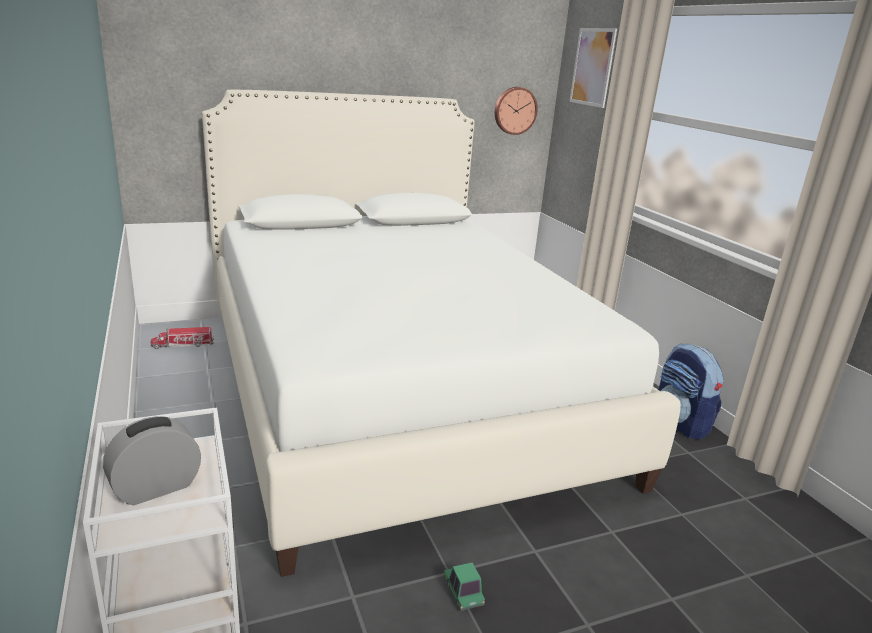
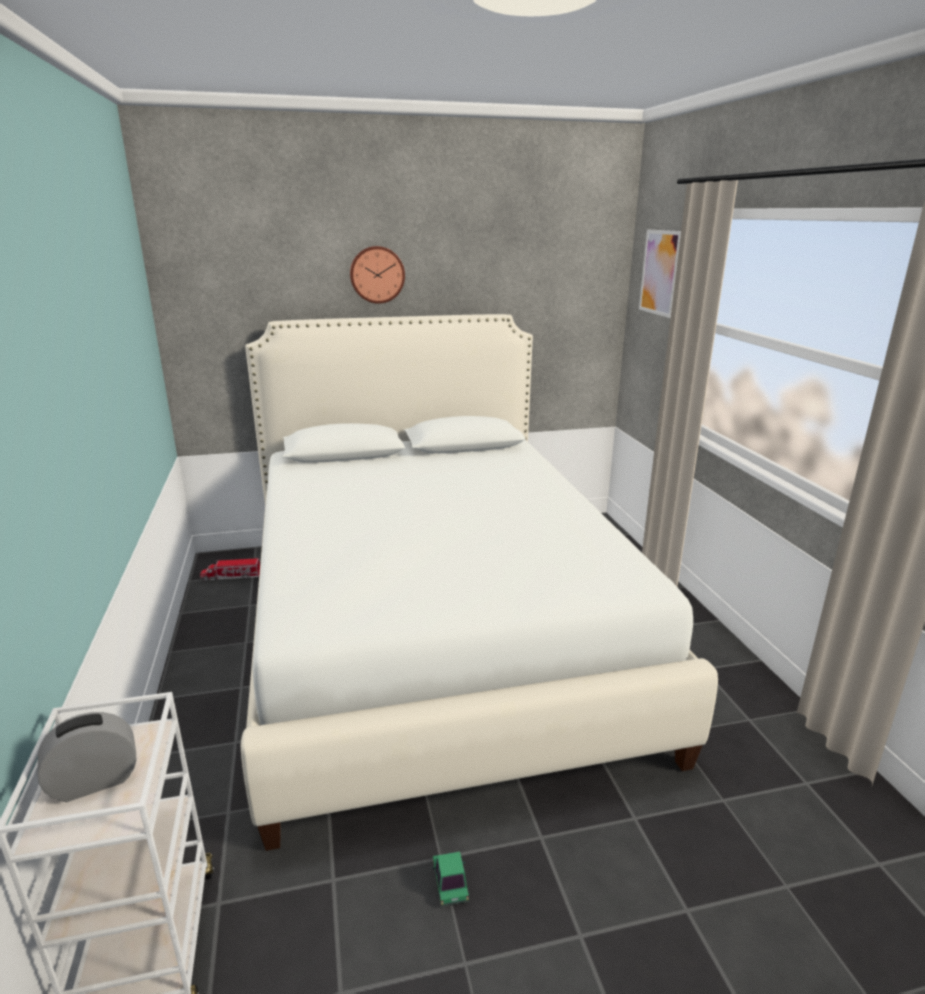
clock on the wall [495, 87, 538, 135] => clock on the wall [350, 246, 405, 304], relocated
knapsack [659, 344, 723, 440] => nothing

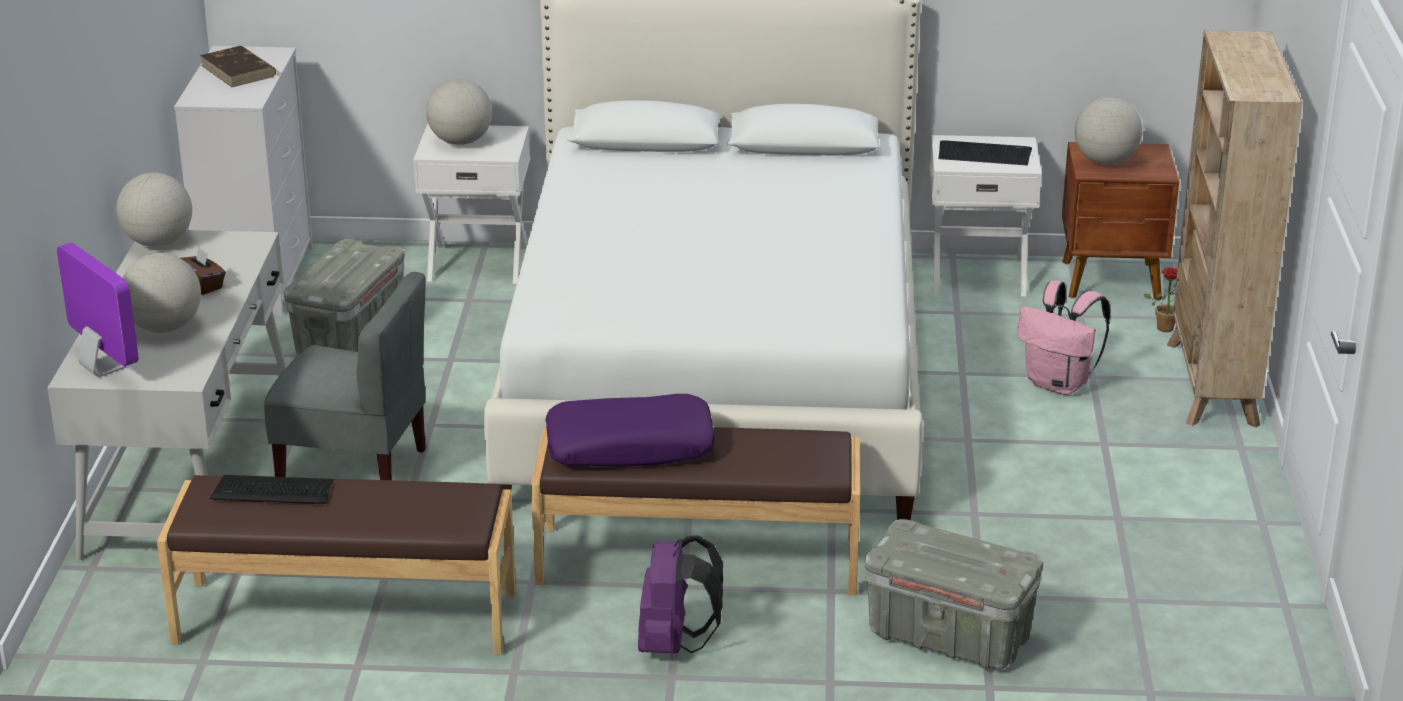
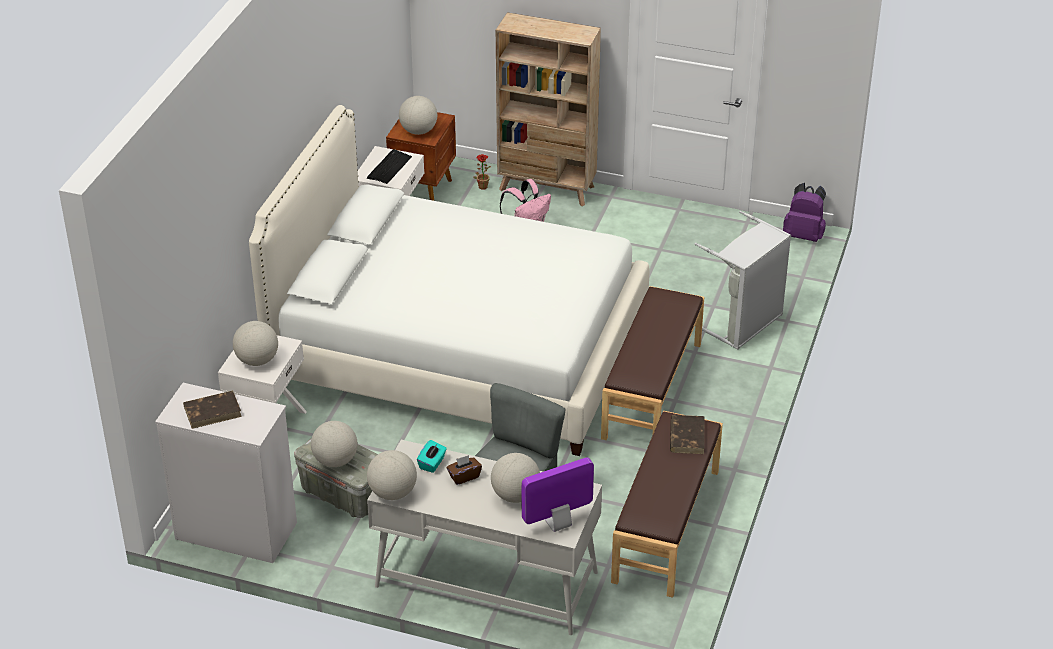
purplish throw pillow [546, 394, 715, 467] => nothing
keyboard [210, 475, 333, 504] => nothing
grey storage box [864, 519, 1043, 669] => grey hamper [695, 211, 791, 349]
purplish knapsack [638, 535, 723, 653] => purplish knapsack [783, 183, 826, 242], relocated
nothing => brown bound book [670, 415, 704, 454]
nothing => world globe [311, 421, 358, 467]
nothing => blue-green tissue holder [417, 440, 447, 473]

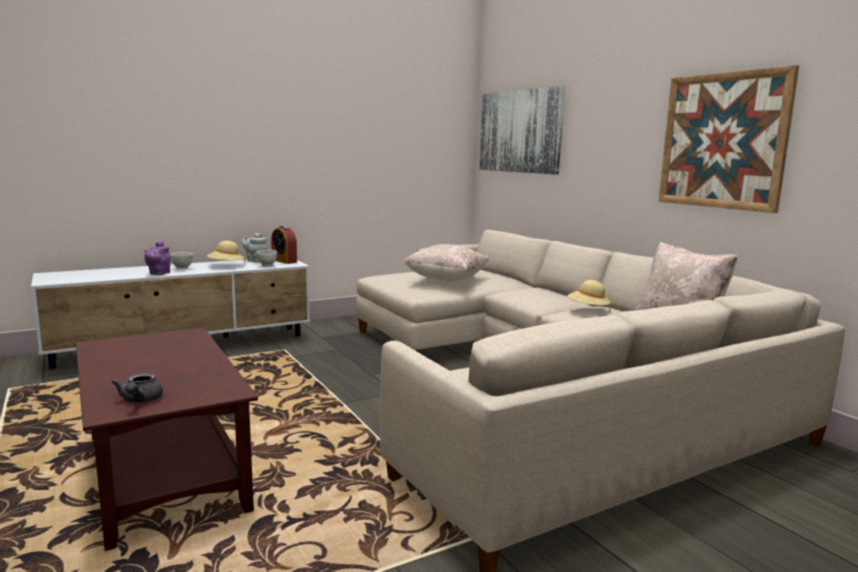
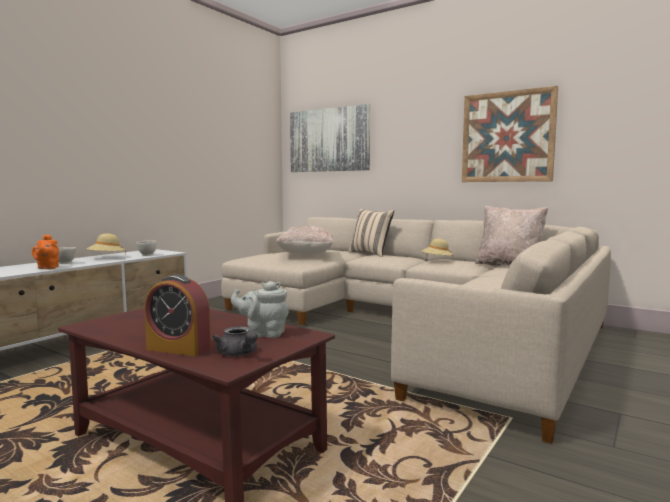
table clock [271, 226, 297, 264] => table clock [145, 275, 211, 356], relocated
grey tea pot [241, 233, 267, 262] => grey tea pot [231, 281, 289, 338], relocated
purplish tea pot [144, 241, 171, 275] => orangey tea pot [32, 234, 59, 269]
nothing => beige throw pillow [349, 209, 394, 257]

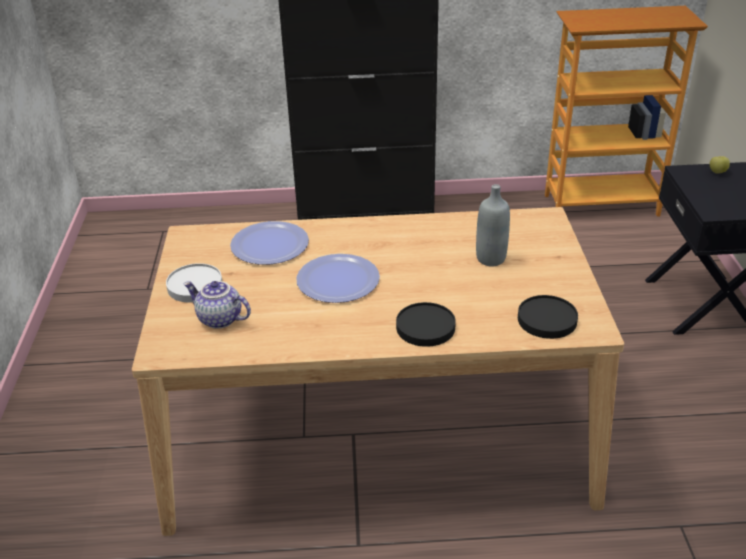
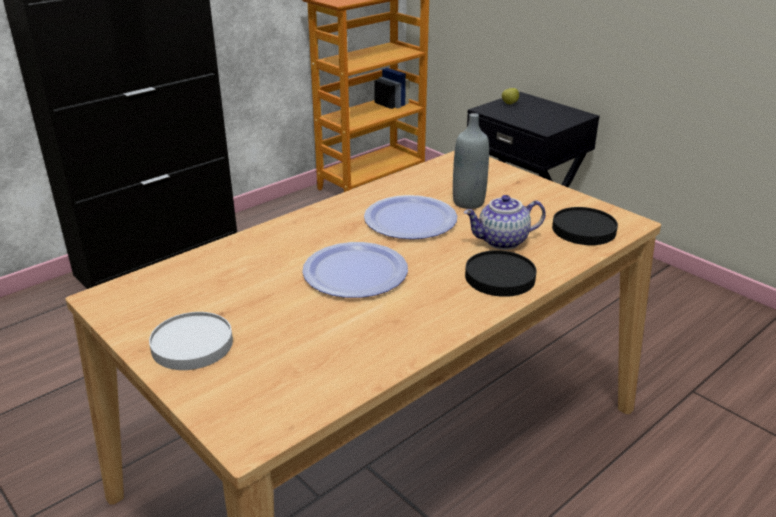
plate [230, 221, 309, 265] => plate [364, 195, 457, 239], relocated
tea pot [184, 281, 251, 329] => tea pot [463, 195, 546, 250], relocated

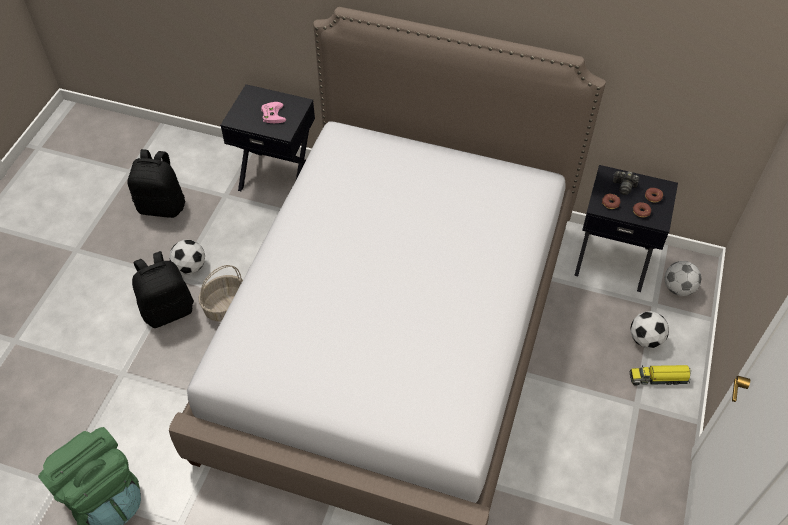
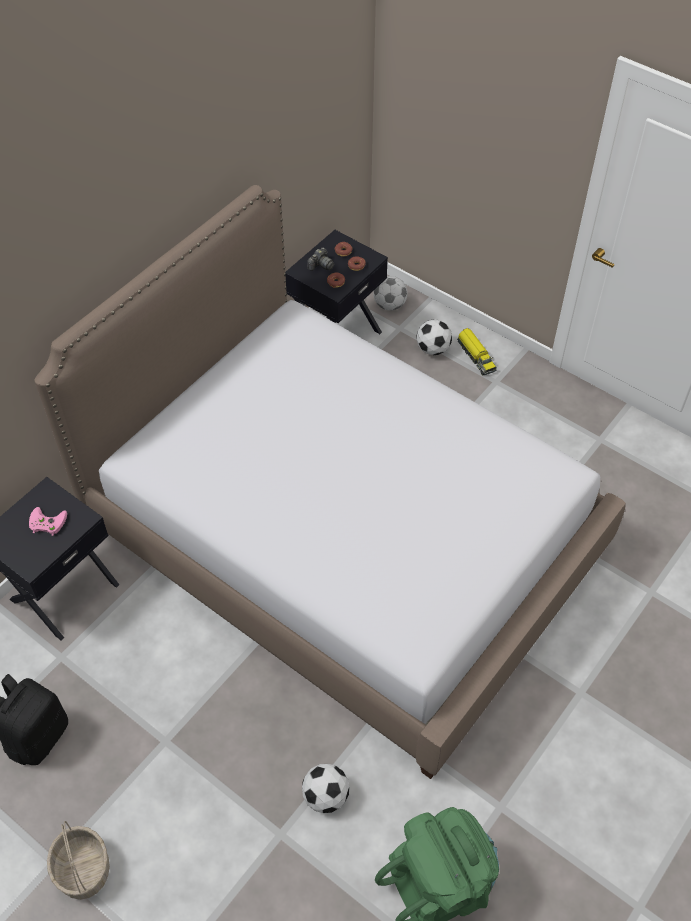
ball for football [169, 240, 205, 274] => ball for football [302, 764, 349, 813], relocated
blackish knapsack [132, 251, 194, 328] => nothing
basket [199, 265, 243, 321] => basket [47, 821, 110, 900], relocated
toy lorry [630, 365, 691, 386] => toy lorry [457, 328, 497, 375], 45 degrees counterclockwise

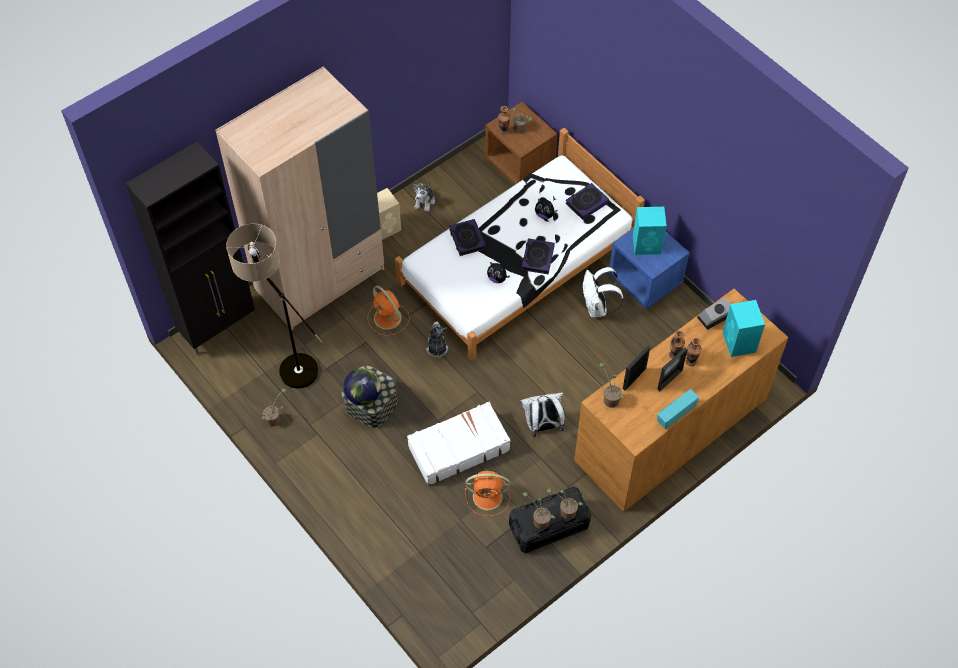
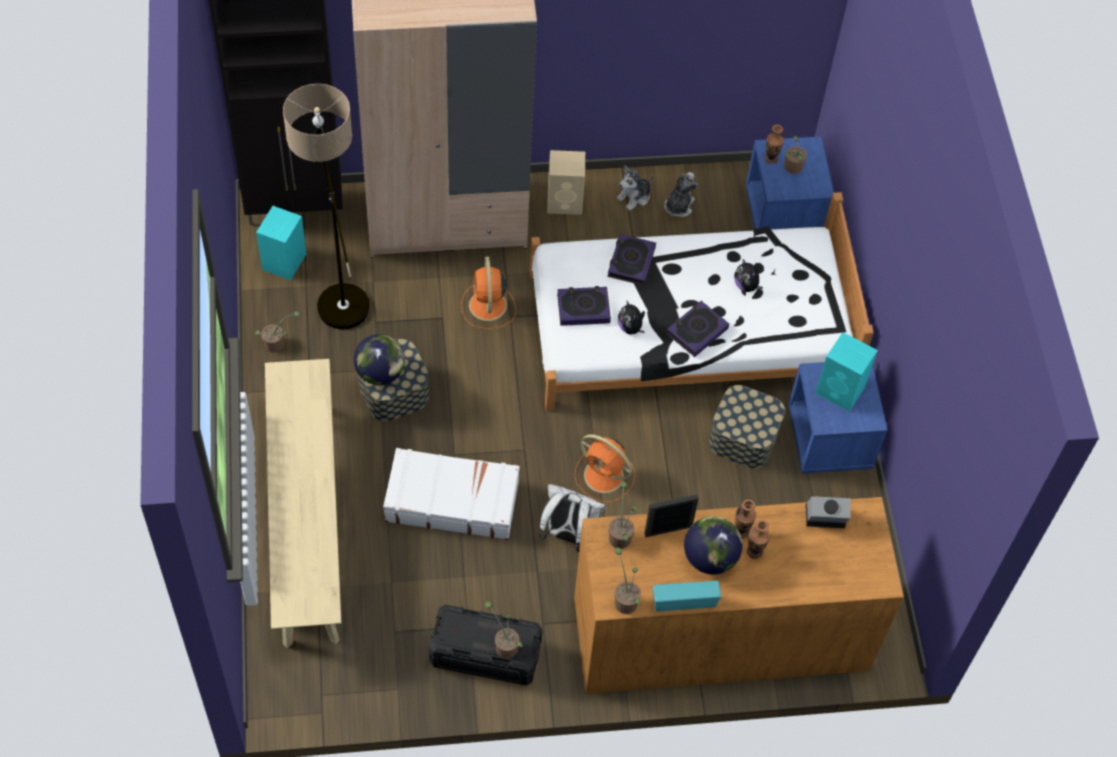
brown bedside table [485, 102, 558, 185] => blue-coloured bedside table [746, 137, 834, 229]
bound book [565, 183, 609, 220] => bound book [557, 286, 611, 326], relocated
whitish knapsack [583, 267, 624, 317] => storage box [709, 385, 785, 469]
blue-green speaker [722, 300, 765, 357] => blue-green speaker [256, 206, 307, 280], relocated
plush toy [426, 321, 448, 358] => plush toy [664, 172, 698, 217], relocated
photo frame [657, 348, 688, 391] => world globe [684, 516, 742, 574]
orangey cooling fan [465, 470, 510, 516] => orangey cooling fan [574, 434, 635, 502], relocated
potted plant [522, 492, 555, 529] => potted plant [614, 547, 641, 614], relocated
nothing => beige long seat [265, 359, 341, 648]

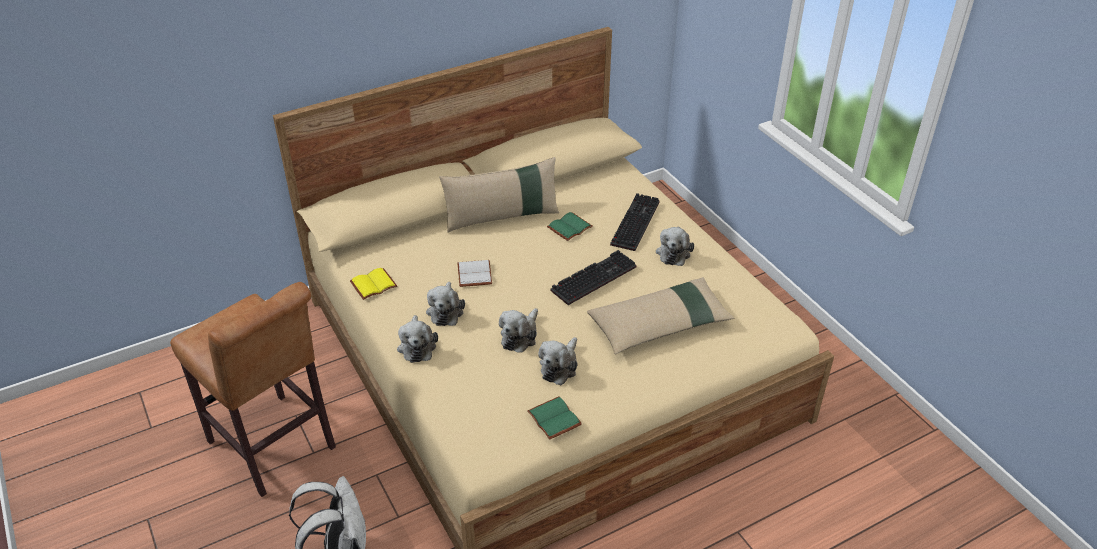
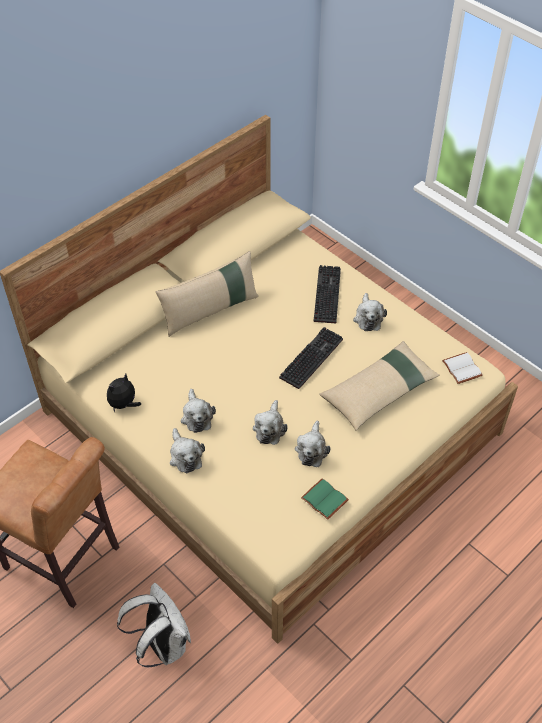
greenish bound book [547, 212, 593, 241] => nothing
whitish bound book [457, 260, 492, 287] => whitish bound book [442, 352, 483, 384], relocated
yellowish bound book [350, 268, 397, 300] => plush toy [107, 374, 141, 412]

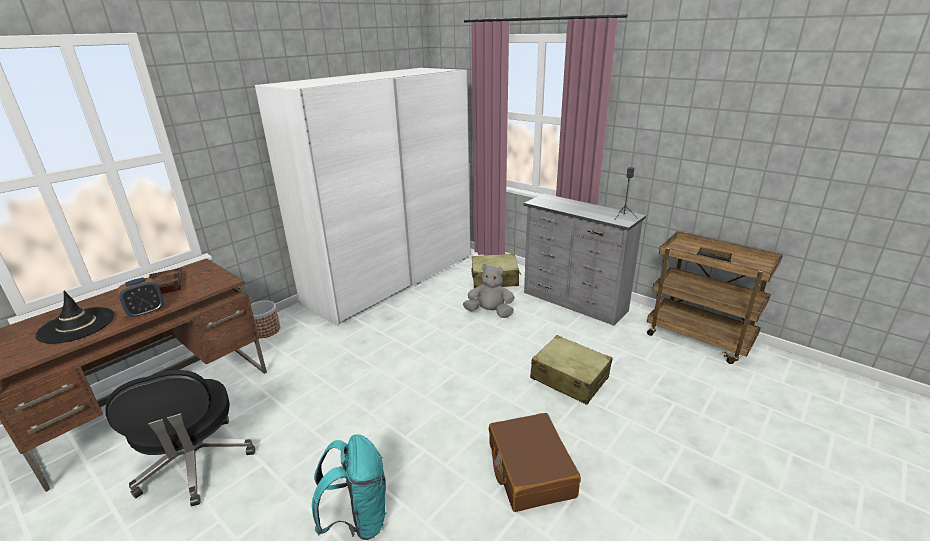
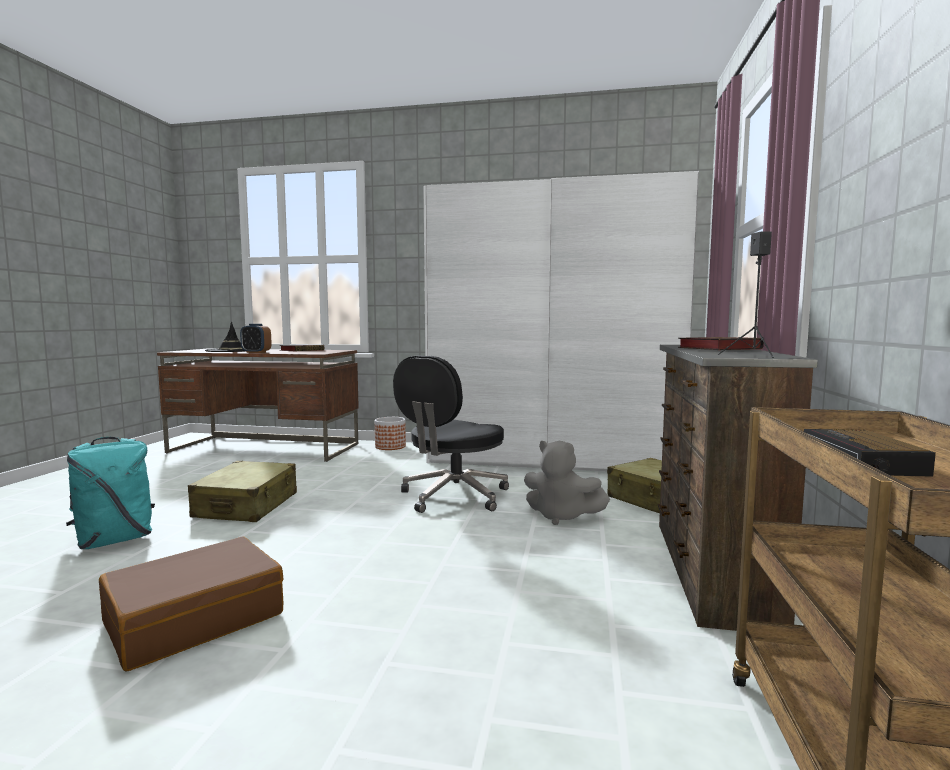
grey drawer chest [524, 194, 646, 326] => brown drawer chest [658, 345, 818, 631]
grey plush toy [463, 264, 515, 318] => grey plush toy [524, 441, 610, 525], 135 degrees clockwise
beige travel case [530, 335, 612, 405] => beige travel case [188, 461, 297, 522], relocated
blackish computer chair [105, 370, 255, 506] => blackish computer chair [393, 355, 509, 513], relocated
nothing => bound book [678, 337, 764, 350]

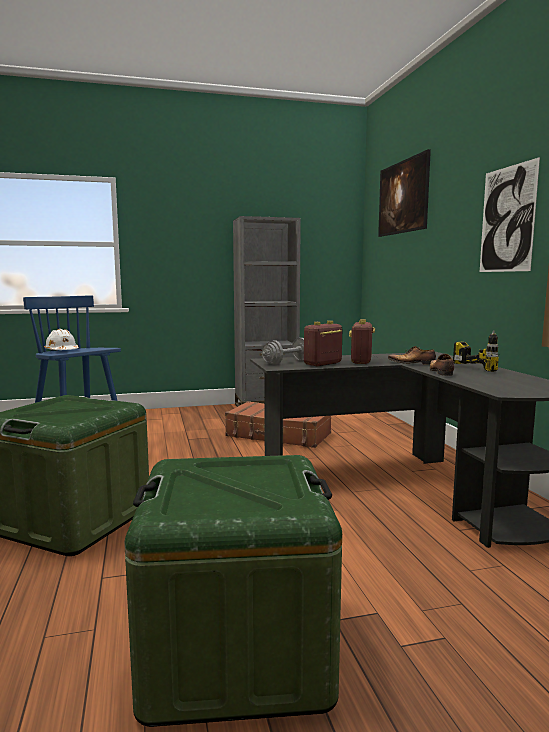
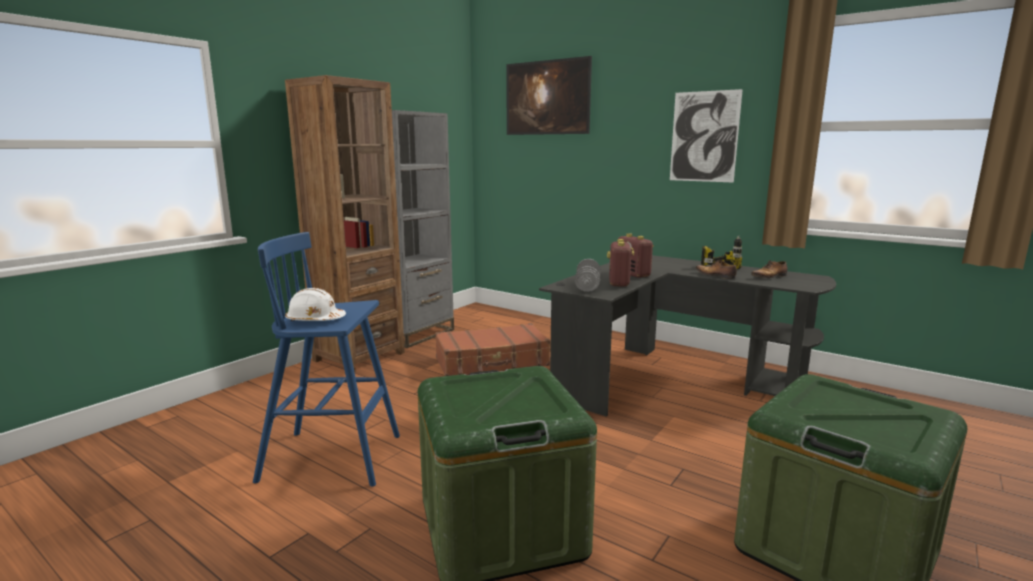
low shoe [388, 346, 436, 365] => low shoe [751, 260, 788, 278], relocated
nothing => brown shelving unit [285, 75, 405, 372]

